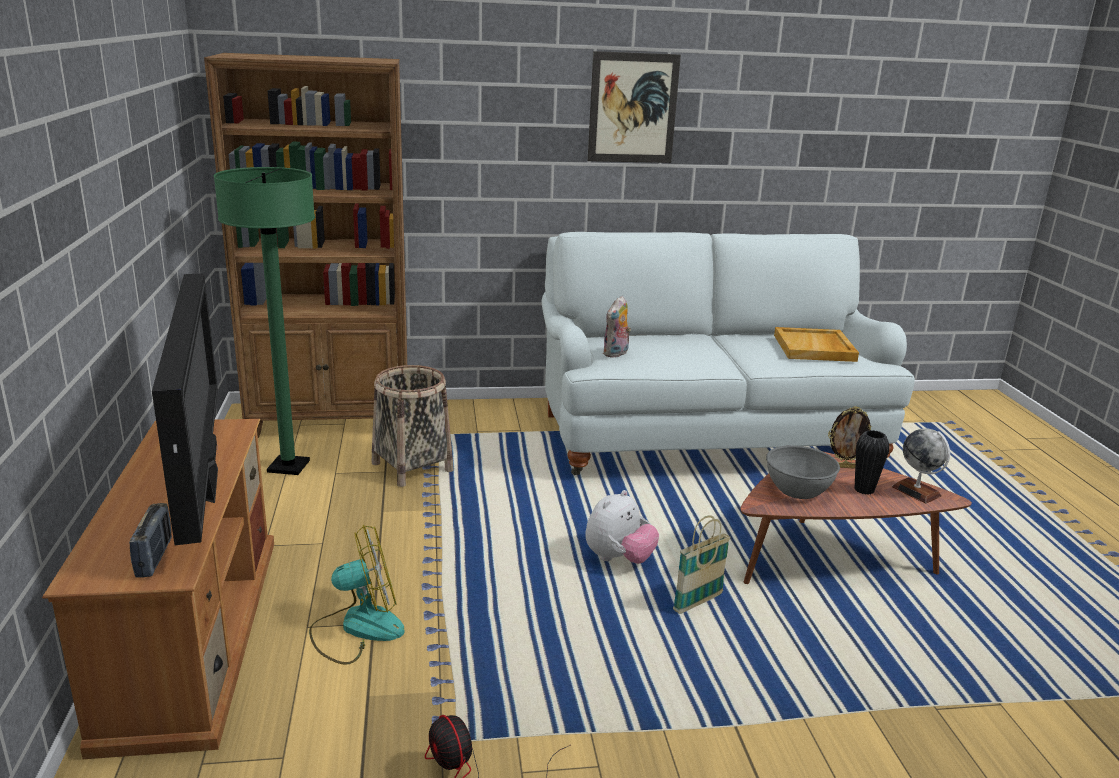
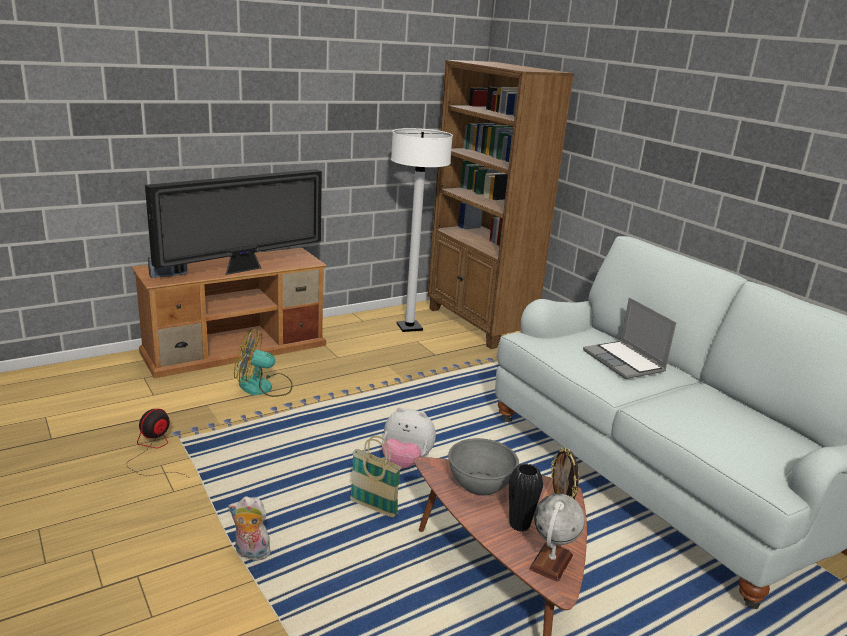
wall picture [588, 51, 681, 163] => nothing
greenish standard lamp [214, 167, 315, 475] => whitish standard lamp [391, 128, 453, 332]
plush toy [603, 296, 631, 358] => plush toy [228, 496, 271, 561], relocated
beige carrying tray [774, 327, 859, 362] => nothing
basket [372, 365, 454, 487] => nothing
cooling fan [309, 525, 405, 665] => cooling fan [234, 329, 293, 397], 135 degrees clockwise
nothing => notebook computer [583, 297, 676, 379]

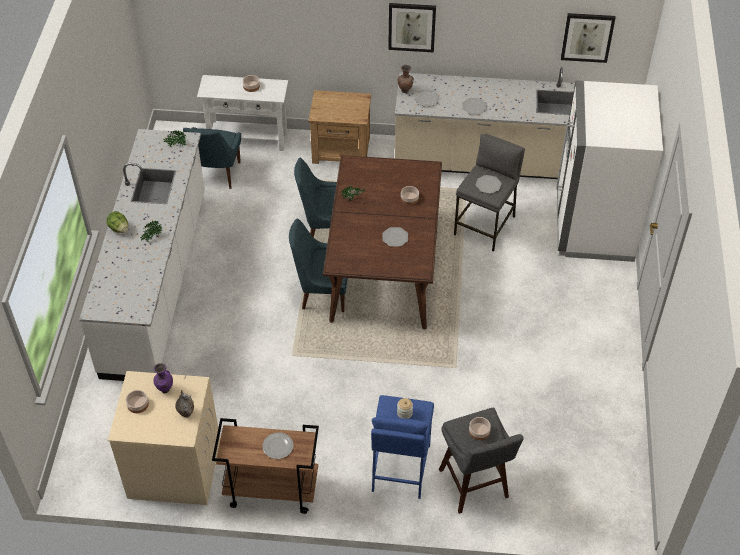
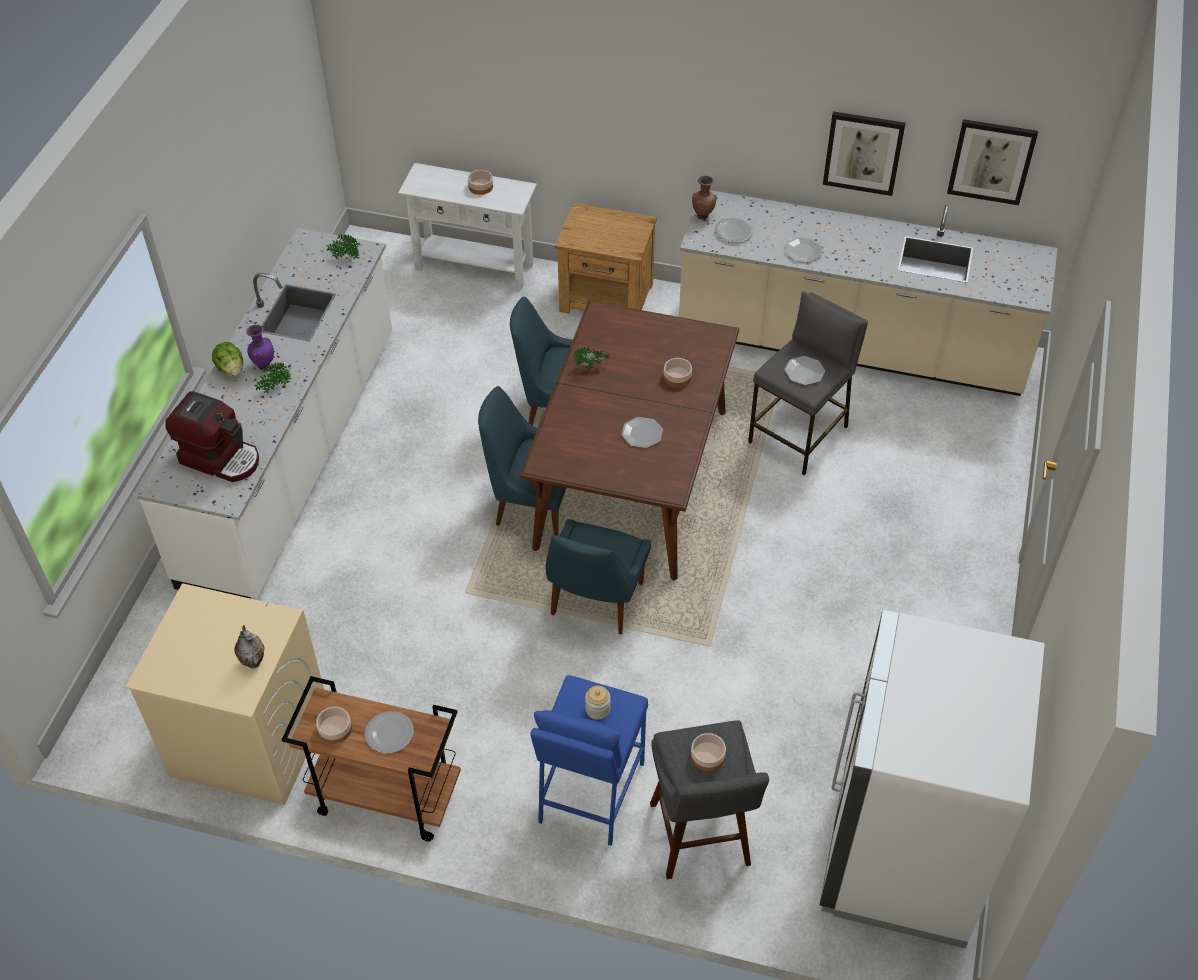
wall picture [388, 3, 436, 53] => wall picture [823, 111, 906, 196], relocated
whitish kitchen fridge [556, 81, 663, 262] => whitish kitchen fridge [819, 609, 1045, 948], relocated
blue-coloured upright chair [183, 127, 241, 189] => blue-coloured upright chair [546, 519, 651, 634], relocated
purplish decorative vase [153, 363, 173, 394] => purplish decorative vase [246, 325, 274, 370], relocated
deep dish [126, 390, 149, 413] => deep dish [316, 707, 352, 744], relocated
nothing => coffee machine [165, 391, 259, 482]

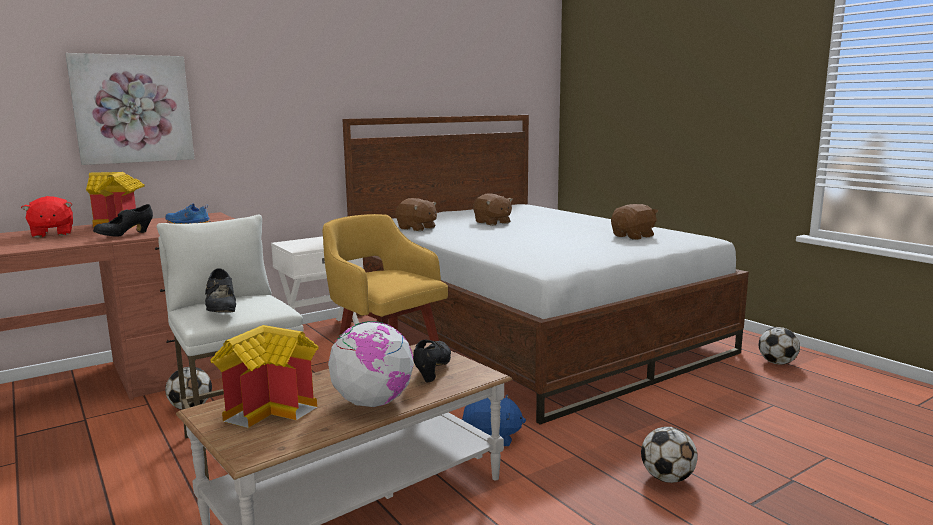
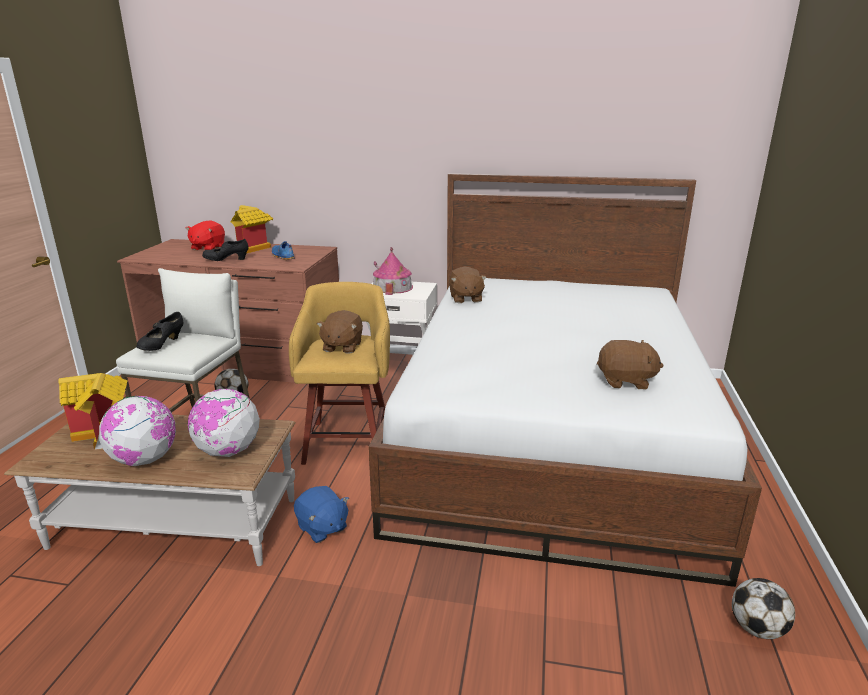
wall picture [65, 53, 194, 165] => nothing
brown plush toy [473, 193, 513, 226] => brown plush toy [317, 310, 363, 354], relocated
blackish low shoe [413, 340, 451, 382] => world globe [188, 389, 260, 457]
ball for football [641, 427, 698, 483] => nothing
nothing => model house [373, 247, 413, 295]

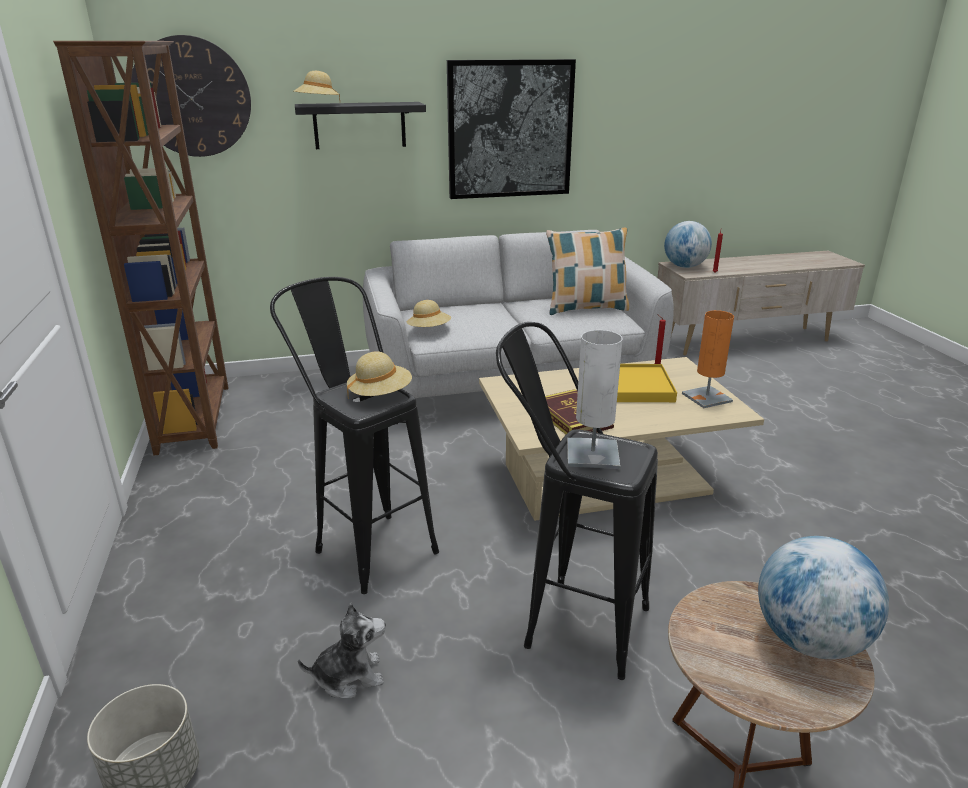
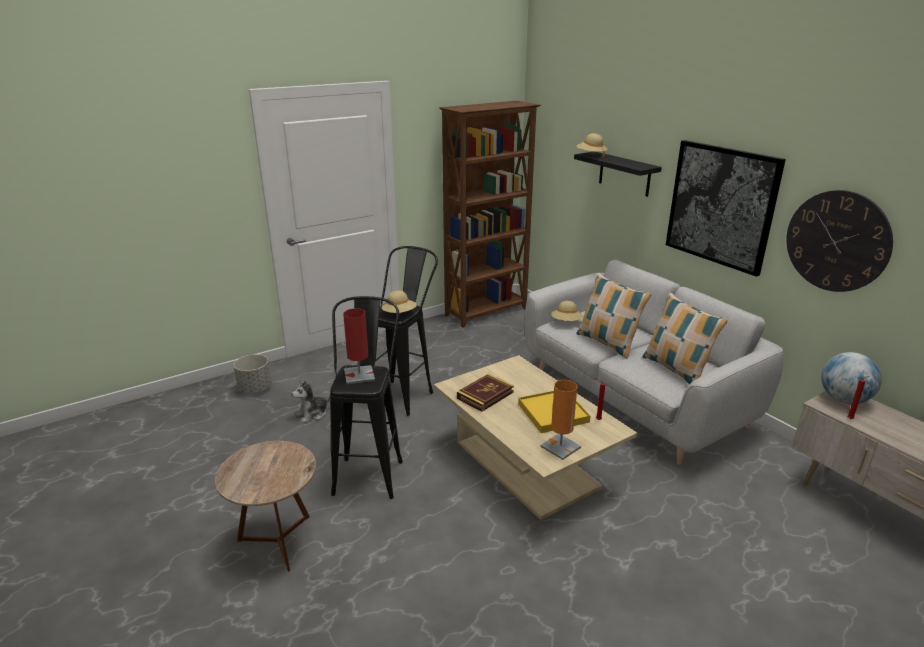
clock on the wall [131, 35, 251, 157] => clock on the wall [786, 190, 893, 292], relocated
whitish tabletop lamp [567, 330, 623, 469] => red tabletop lamp [343, 308, 375, 384]
world globe [758, 536, 889, 659] => nothing
plush toy [298, 603, 385, 698] => plush toy [291, 379, 330, 423], 90 degrees clockwise
nothing => throw pillow [576, 273, 651, 359]

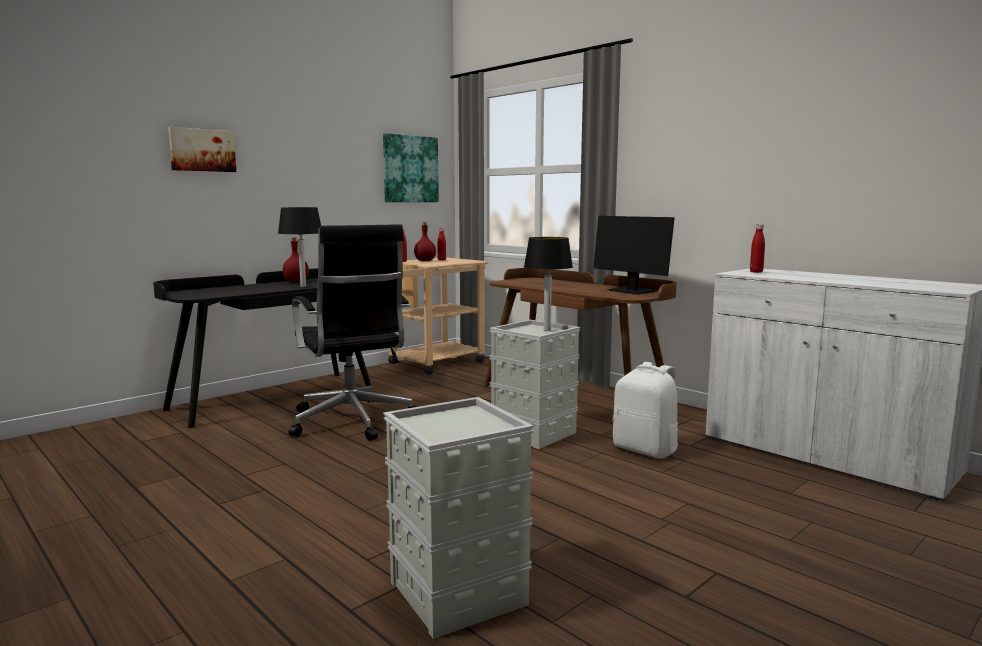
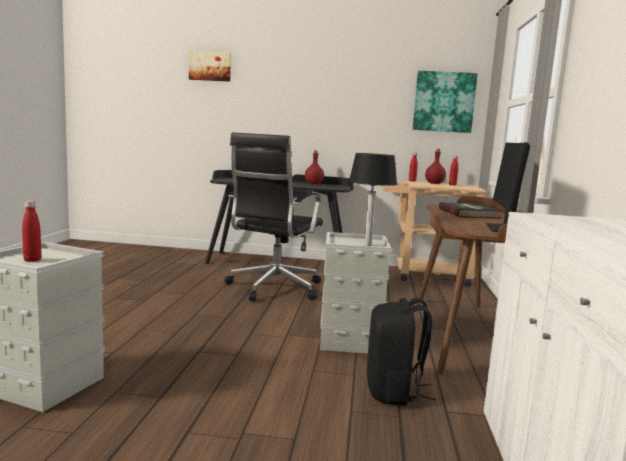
wall picture [168, 127, 236, 172] => wall picture [189, 51, 231, 82], relocated
blackish tabletop lamp [278, 207, 321, 287] => nothing
red drink bottle [750, 224, 765, 273] => red drink bottle [22, 200, 42, 262], relocated
whitish knapsack [612, 362, 678, 459] => blackish knapsack [367, 298, 436, 406]
nothing => bound book [439, 202, 502, 219]

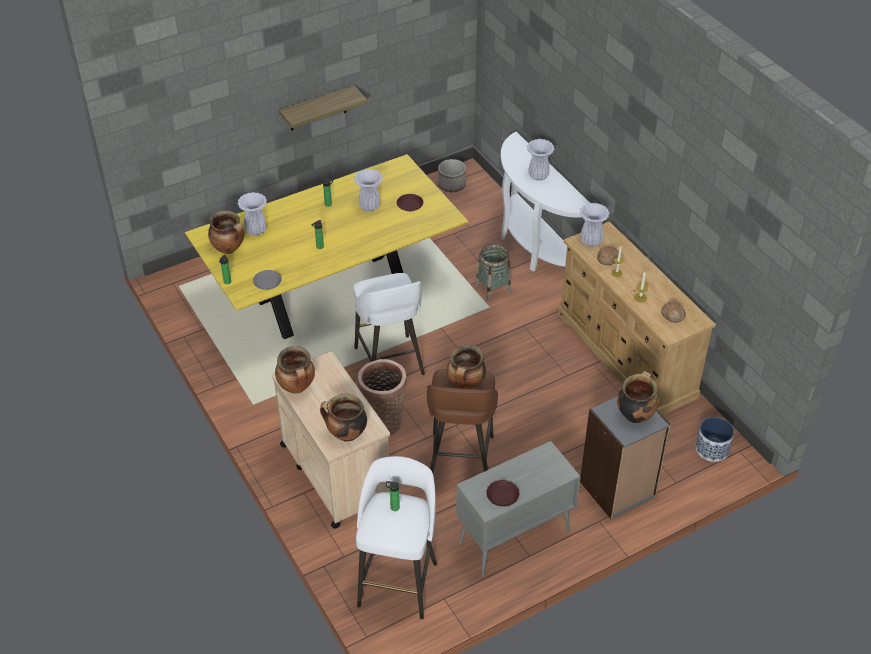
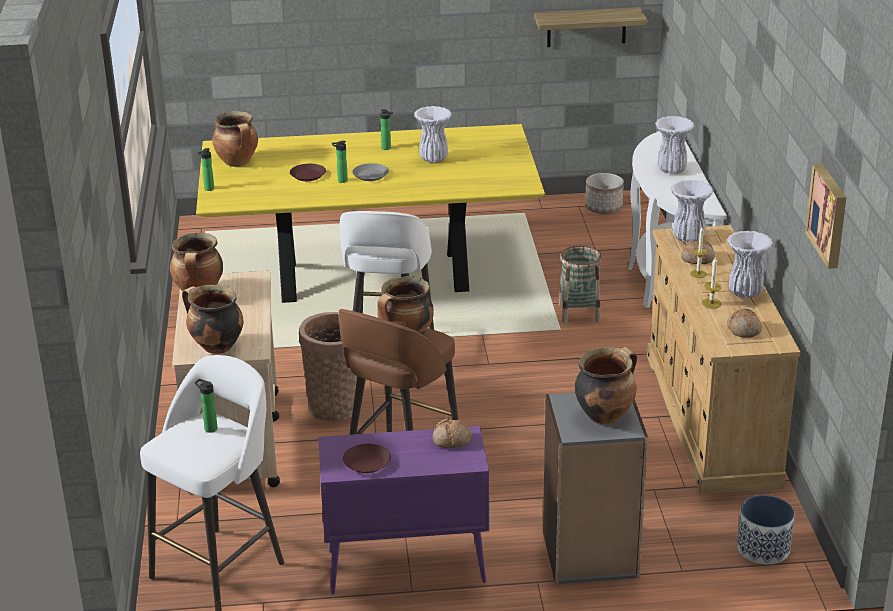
bracket shelf [279, 85, 368, 131] => bracket shelf [534, 7, 648, 47], relocated
whitish decorative vase [237, 192, 267, 236] => whitish decorative vase [727, 231, 773, 298], relocated
brown plate [397, 194, 423, 211] => brown plate [290, 164, 326, 181], relocated
grey plate [253, 270, 282, 290] => grey plate [352, 163, 389, 181], relocated
grey cabinet [456, 441, 581, 576] => purplish cabinet [319, 426, 489, 595]
nothing => wall picture [805, 163, 847, 269]
nothing => baked bread [433, 418, 472, 448]

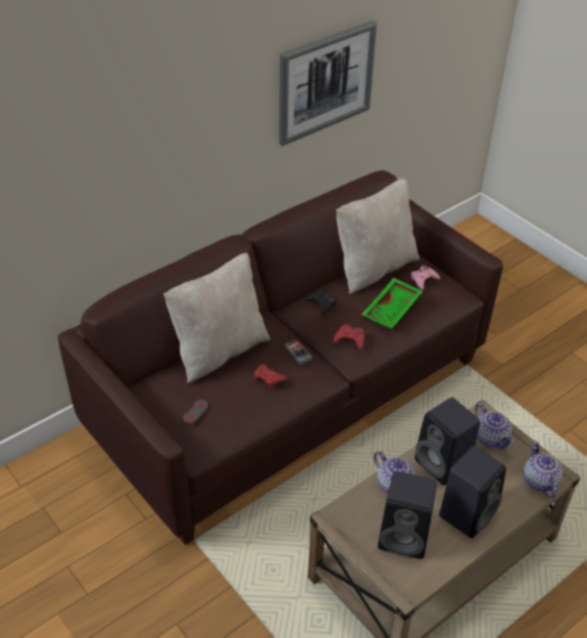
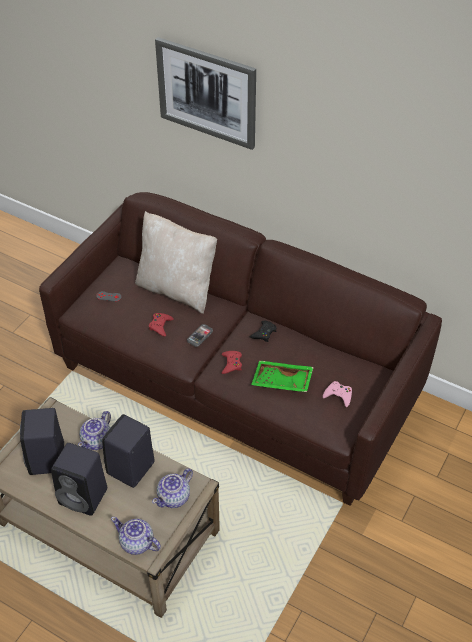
wall picture [279, 20, 377, 146] => wall picture [155, 37, 256, 150], relocated
beige throw pillow [336, 178, 420, 294] => nothing
tea pot [523, 440, 563, 498] => tea pot [111, 517, 161, 555], 120 degrees counterclockwise

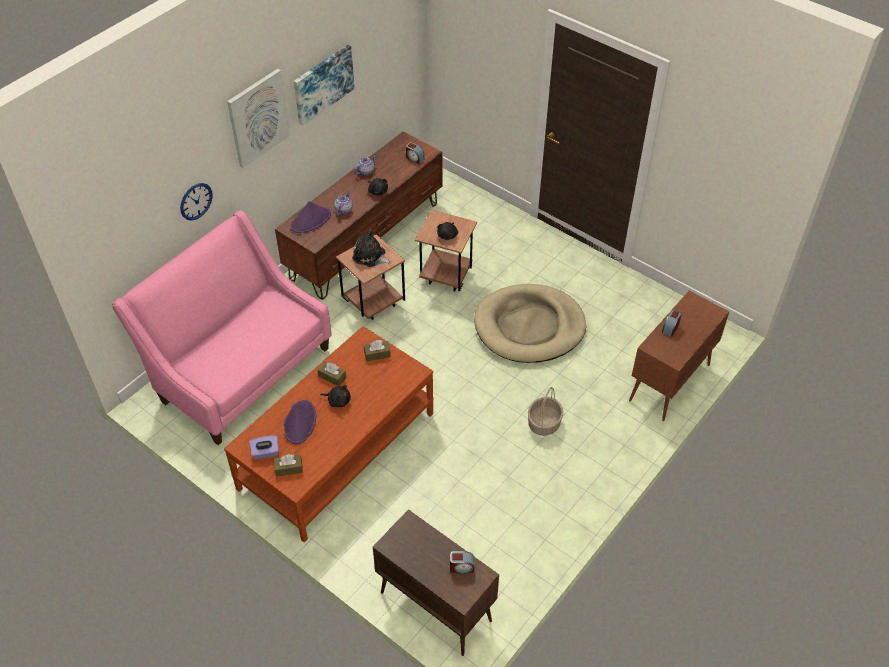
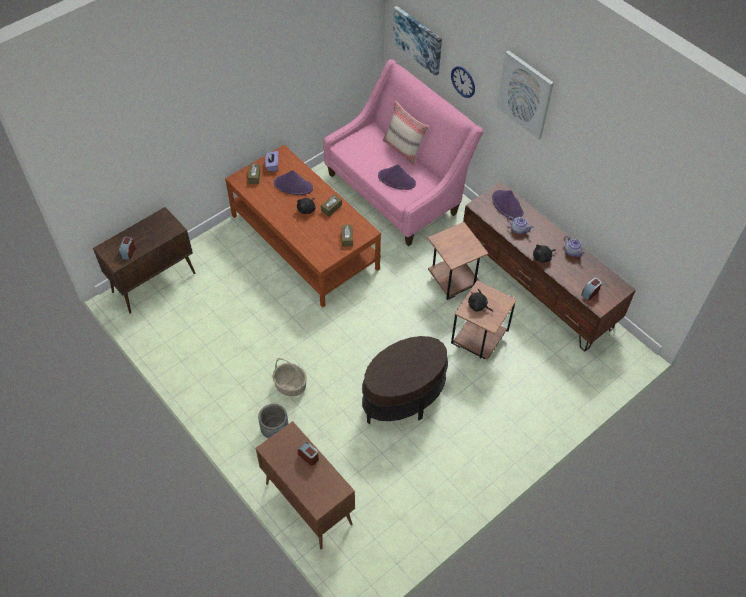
wall picture [294, 45, 355, 125] => wall picture [393, 6, 442, 76], relocated
plush toy [352, 229, 392, 267] => nothing
beige dog bed [474, 284, 586, 363] => brown side table [362, 336, 448, 424]
nothing => beige throw pillow [383, 101, 429, 166]
nothing => purplish wearable hat [378, 164, 416, 190]
nothing => grey flower pot [258, 404, 289, 439]

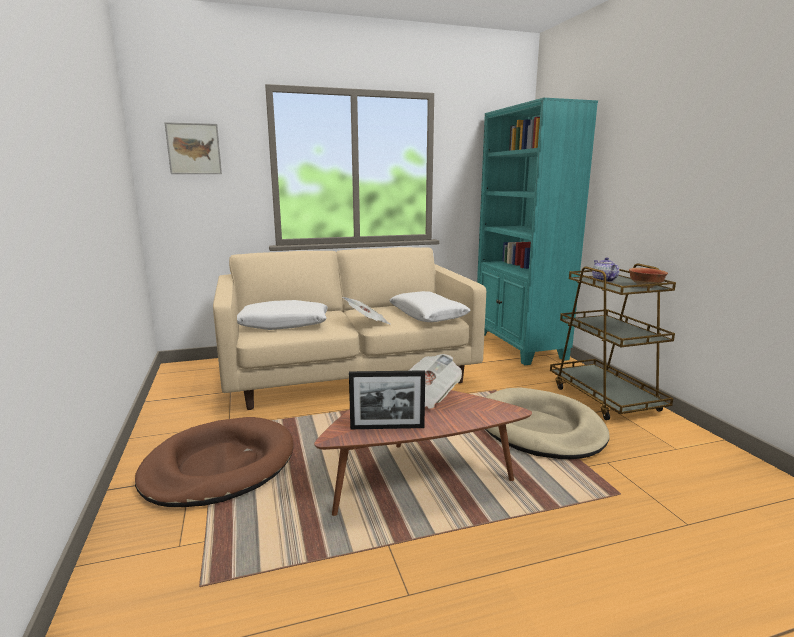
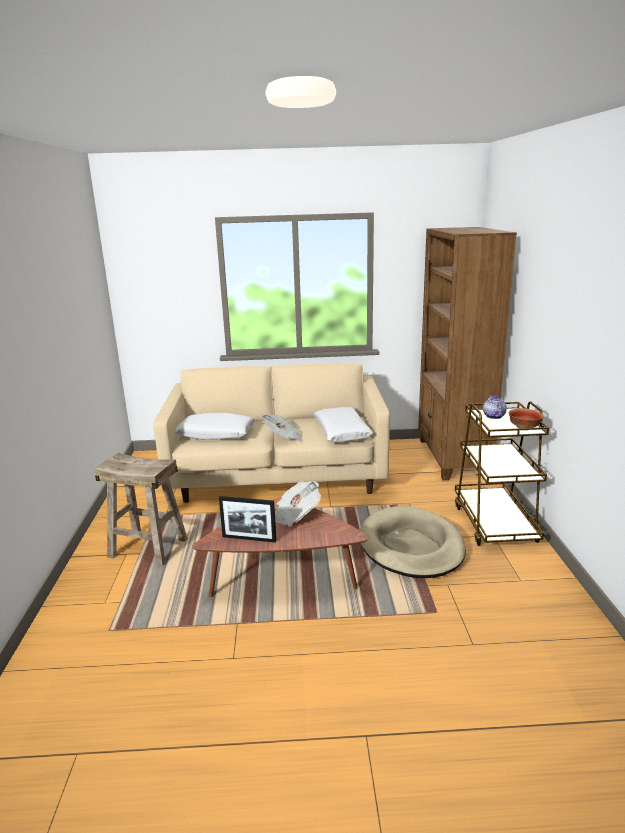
blue-green shelving unit [477, 98, 598, 365] => brown shelving unit [418, 227, 517, 480]
wall picture [164, 122, 222, 174] => nothing
brown dog bed [135, 417, 293, 507] => beige sitting stool [94, 453, 188, 566]

